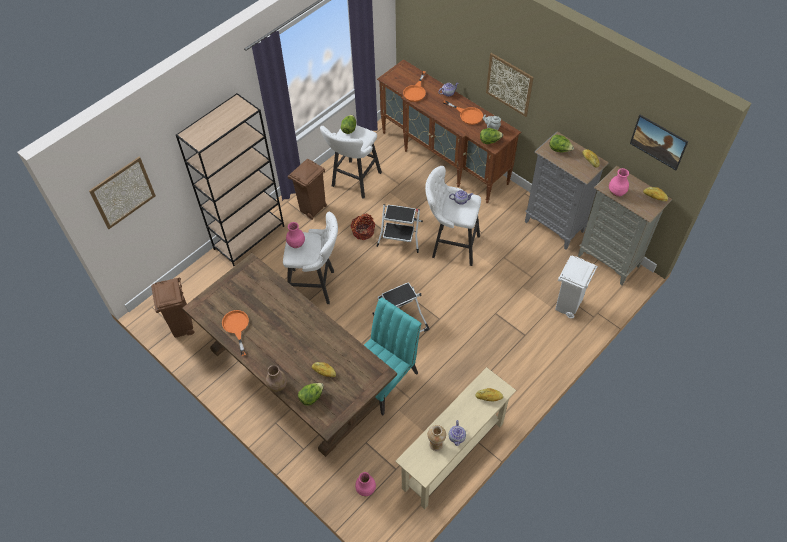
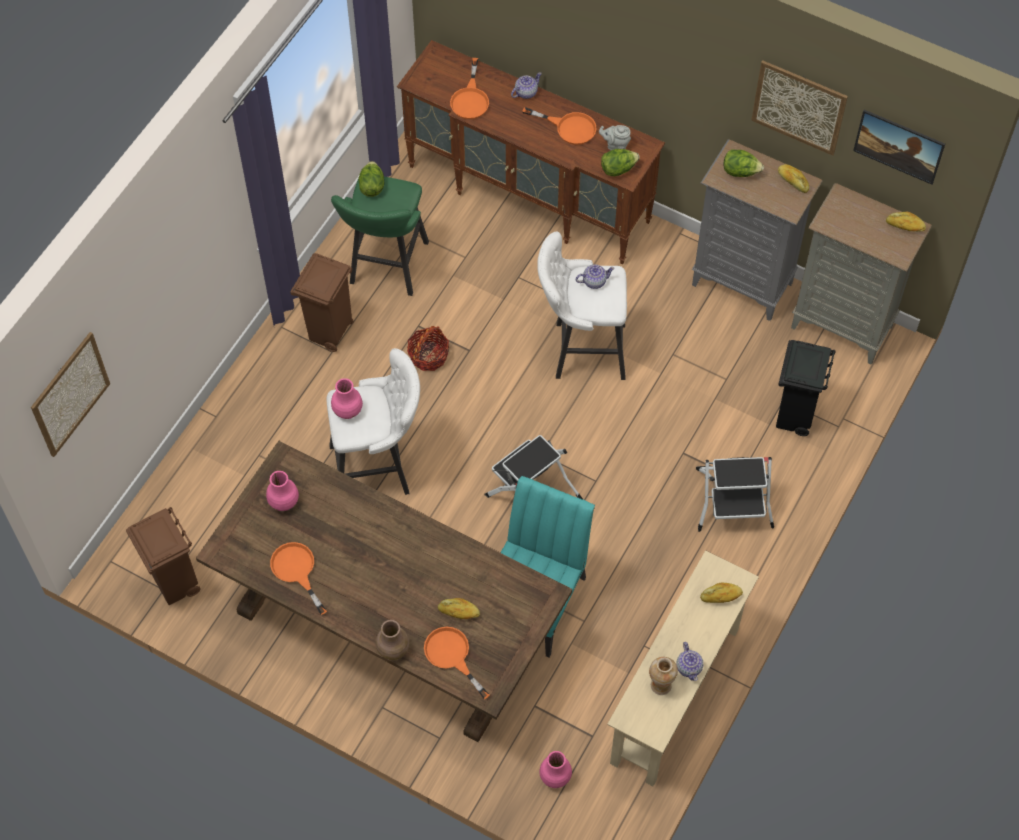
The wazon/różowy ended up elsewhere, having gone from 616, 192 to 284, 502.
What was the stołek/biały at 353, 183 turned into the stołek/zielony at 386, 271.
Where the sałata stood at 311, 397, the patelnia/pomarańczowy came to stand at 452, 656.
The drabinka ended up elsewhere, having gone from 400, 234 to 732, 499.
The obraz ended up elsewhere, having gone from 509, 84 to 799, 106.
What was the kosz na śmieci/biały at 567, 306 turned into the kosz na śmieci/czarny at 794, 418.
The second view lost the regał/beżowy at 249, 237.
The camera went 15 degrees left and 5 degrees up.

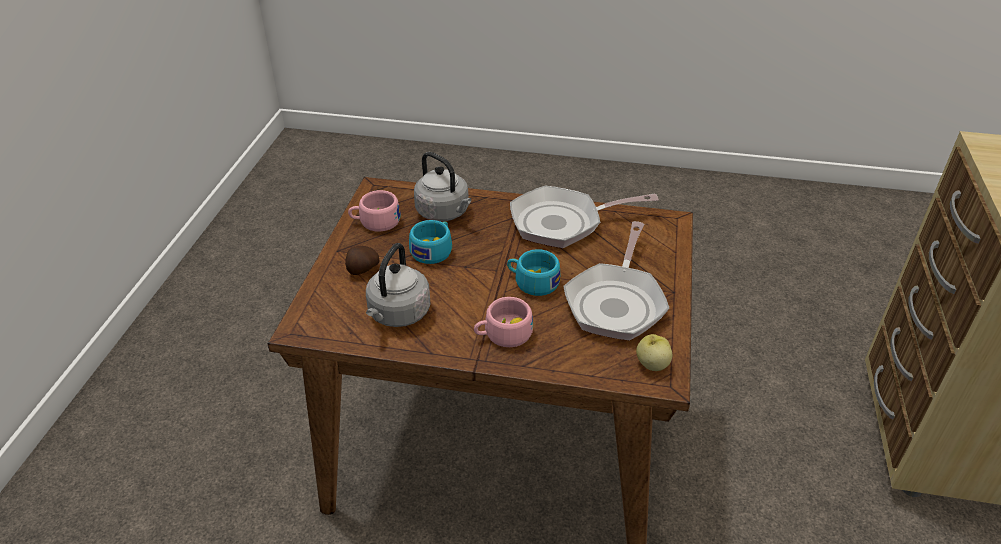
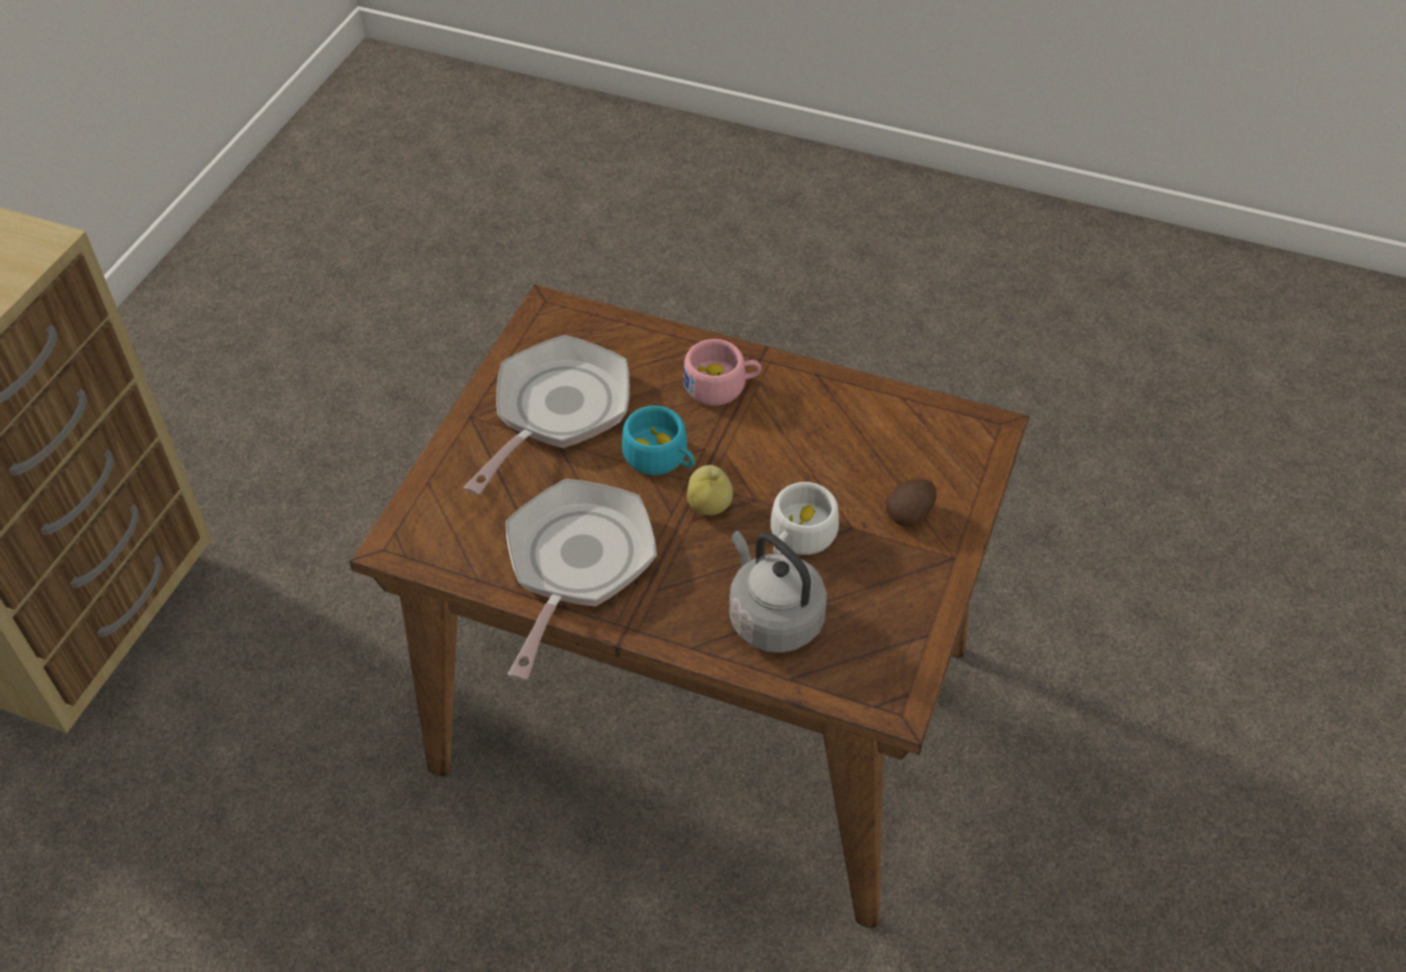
The patelnia at 563, 223 ended up facing another way, 75 degrees counterclockwise from before.
The jabłko ended up elsewhere, having gone from 652, 364 to 710, 505.
What was the filiżanka/turkusowy at 434, 250 turned into the filiżanka/biały at 798, 537.
The second view lost the filiżanka/różowy at 375, 222.
The second view lost the czajnik/szary at 398, 315.
The camera went 170 degrees left and 10 degrees up.

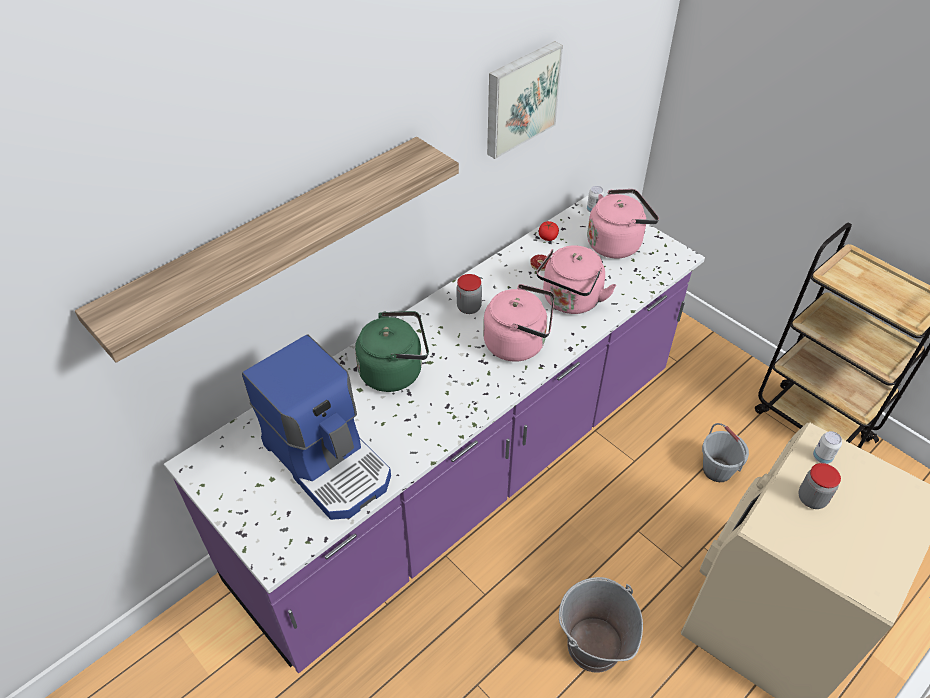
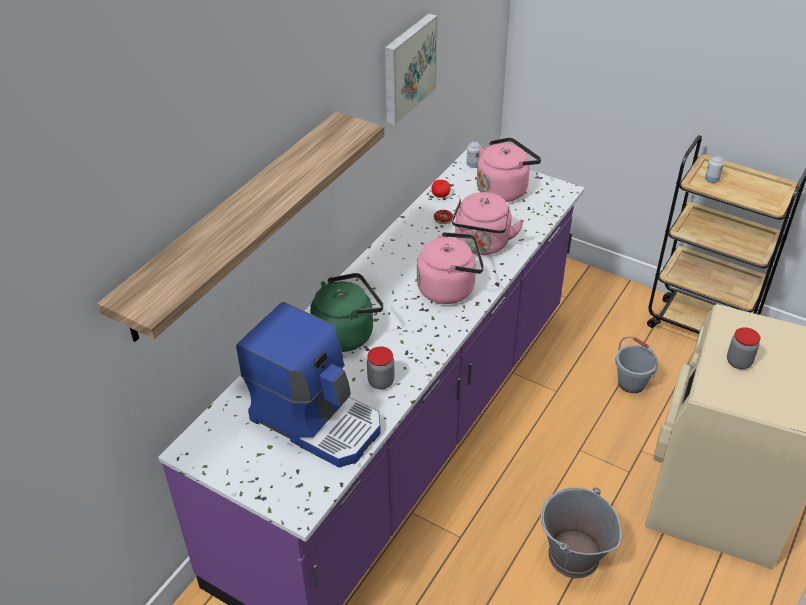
The słoik ended up elsewhere, having gone from 469, 307 to 381, 382.
The puszka ended up elsewhere, having gone from 822, 457 to 711, 180.
The camera went 15 degrees left and 5 degrees down.

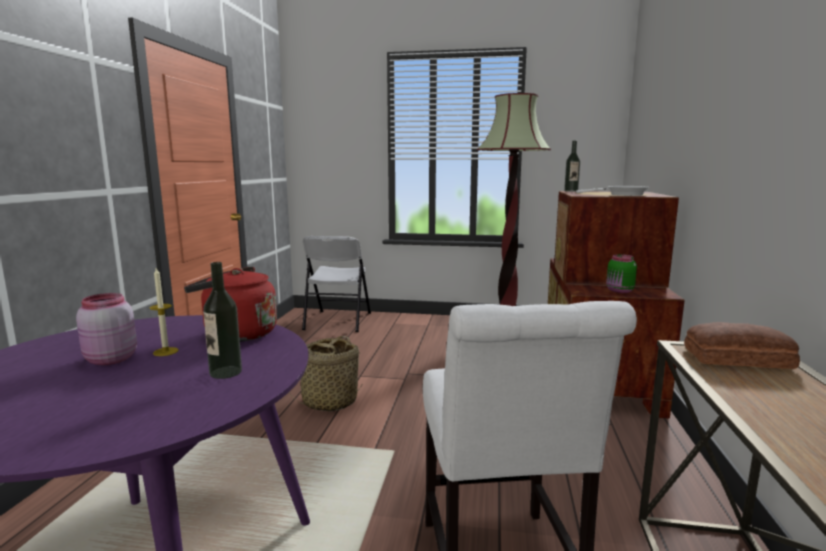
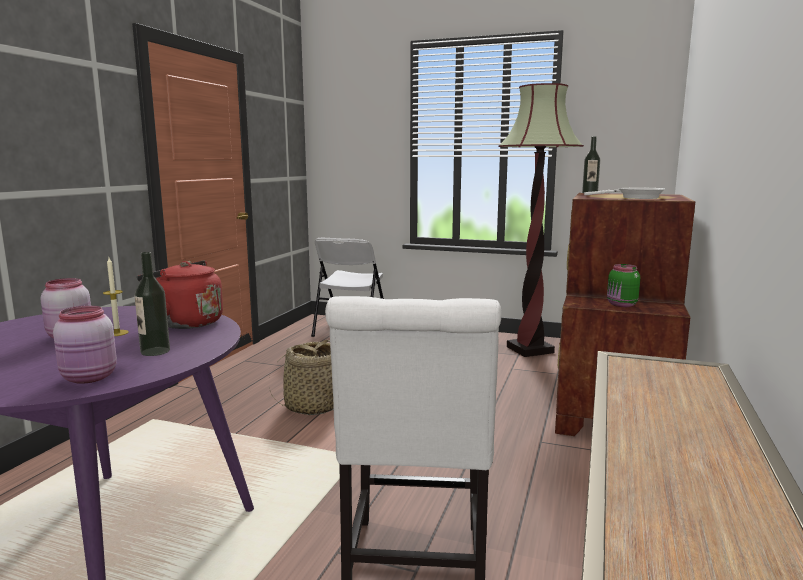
The second view gained the słoik/różowy at 90, 378.
The second view lost the chleb at 739, 358.
The camera went 10 degrees right and 0 degrees up.

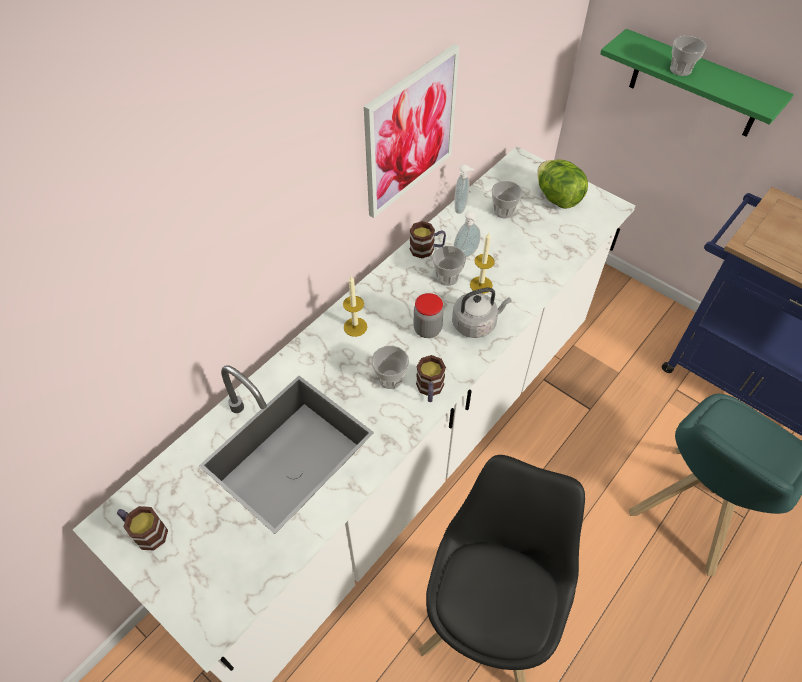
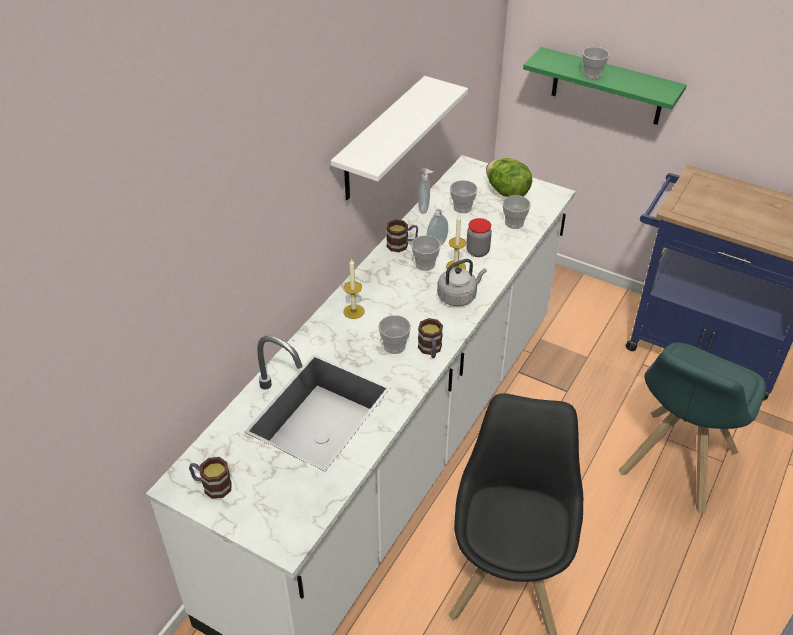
Where the obraz hung at 410, 132, the półka/biały came to hang at 380, 140.
The słoik ended up elsewhere, having gone from 427, 329 to 477, 251.
The second view gained the filiżanka at 514, 223.
The camera went 10 degrees left and 10 degrees down.

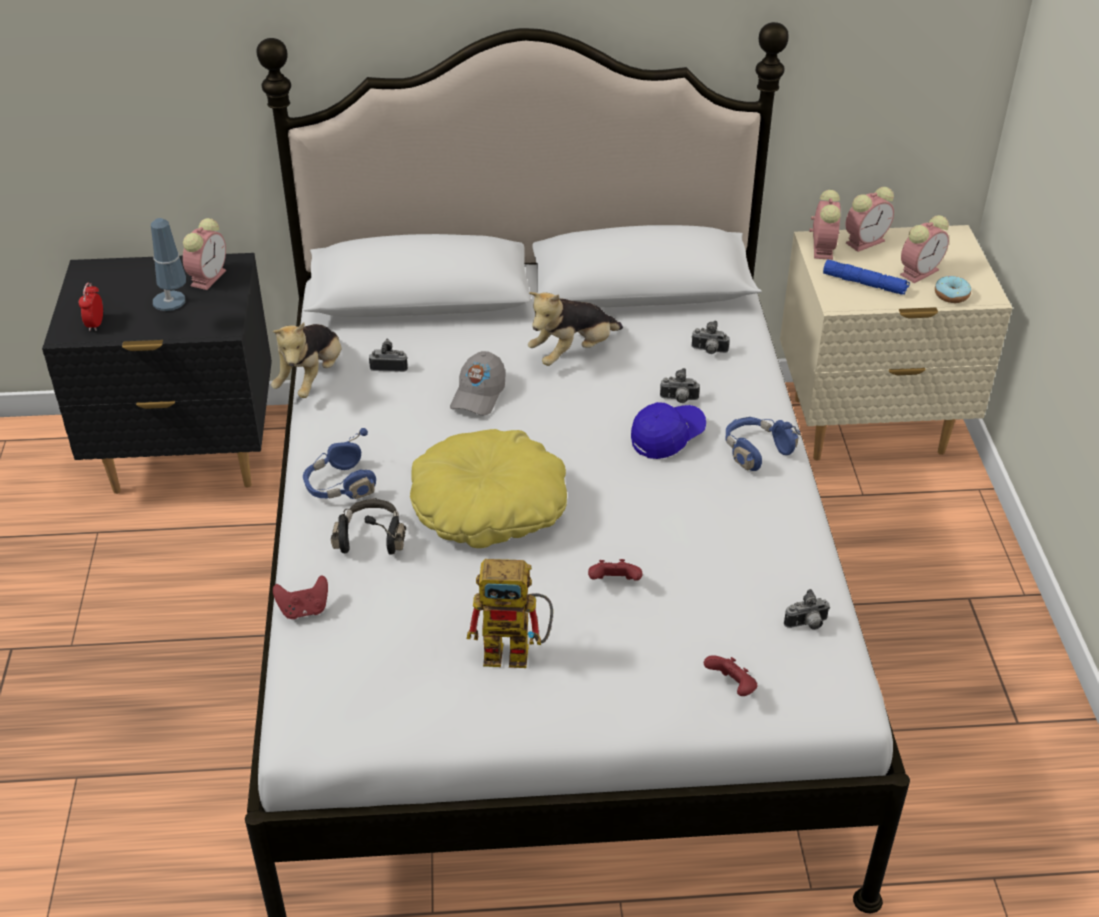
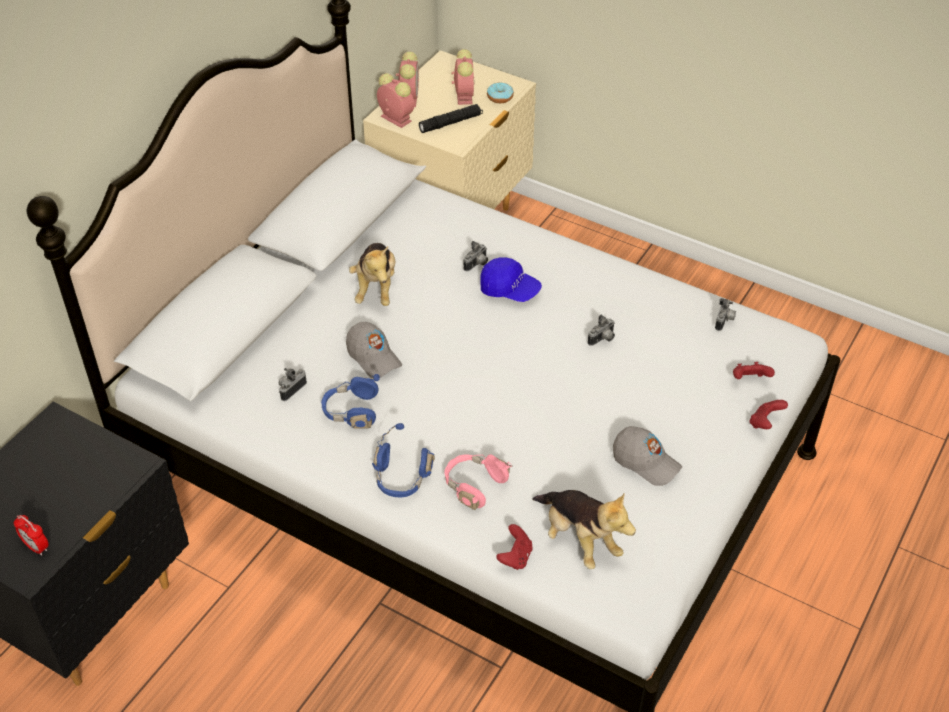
The słuchawki/niebieski ended up elsewhere, having gone from 755, 451 to 352, 411.
What was the latarka/niebieski at 864, 284 turned into the latarka/czarny at 450, 123.
What was the słuchawki/czarny at 371, 537 turned into the słuchawki/różowy at 474, 486.
The czapka z daszkiem/niebieski at 667, 438 ended up facing another way, 120 degrees clockwise from before.
The pluszak ended up elsewhere, having gone from 311, 378 to 579, 539.
The aparat fotograficzny ended up elsewhere, having gone from 709, 351 to 602, 339.
Where the robot zabawkowy stood at 517, 651, the czapka z daszkiem/szary came to stand at 645, 462.
The pad do gier/czerwony ended up elsewhere, having gone from 614, 583 to 764, 423.
The second view lost the lampa stołowa at 174, 314.
The second view lost the budzik at 208, 277.
The second view lost the poduszka/żółty at 488, 504.
The camera went 55 degrees left and 5 degrees up.

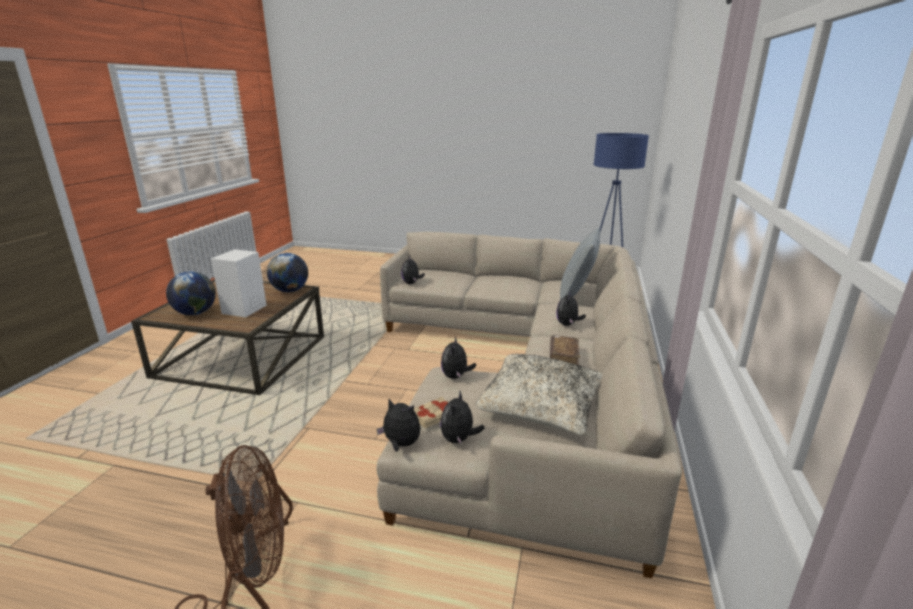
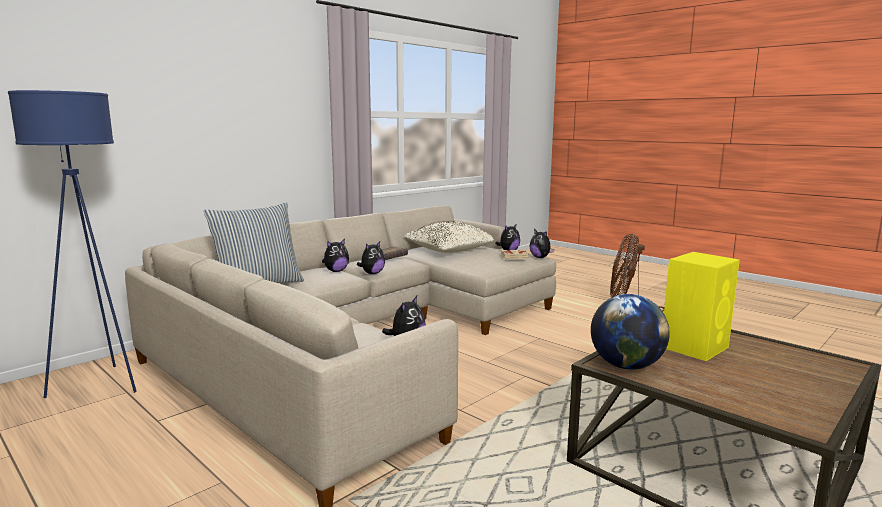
The pluszak ended up elsewhere, having gone from 456, 376 to 372, 273.
What was the głośnik/biały at 243, 309 turned into the głośnik/żółty at 695, 347.
The second view lost the globus at 195, 313.
The camera went 150 degrees left and 10 degrees down.

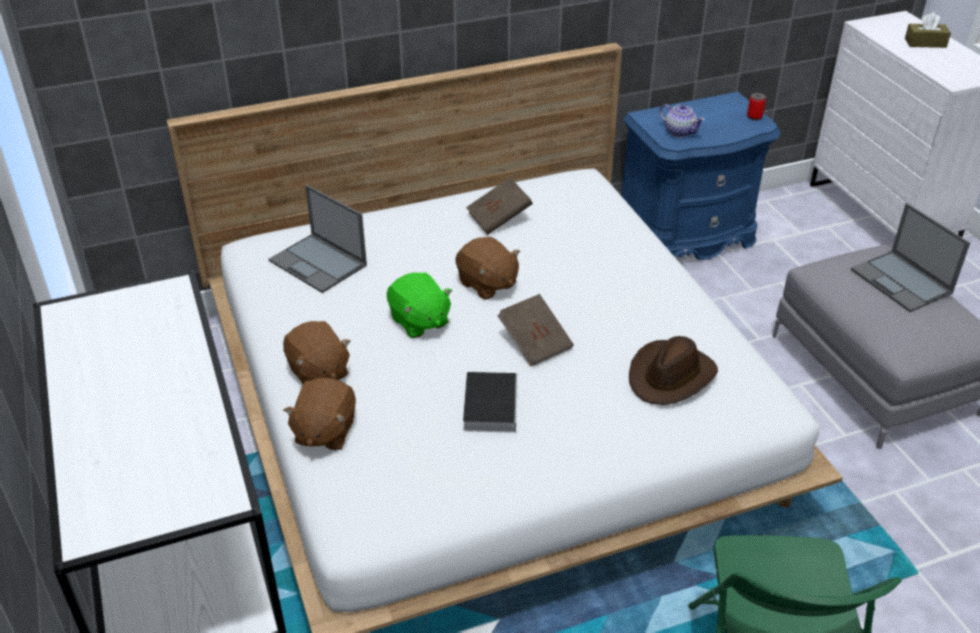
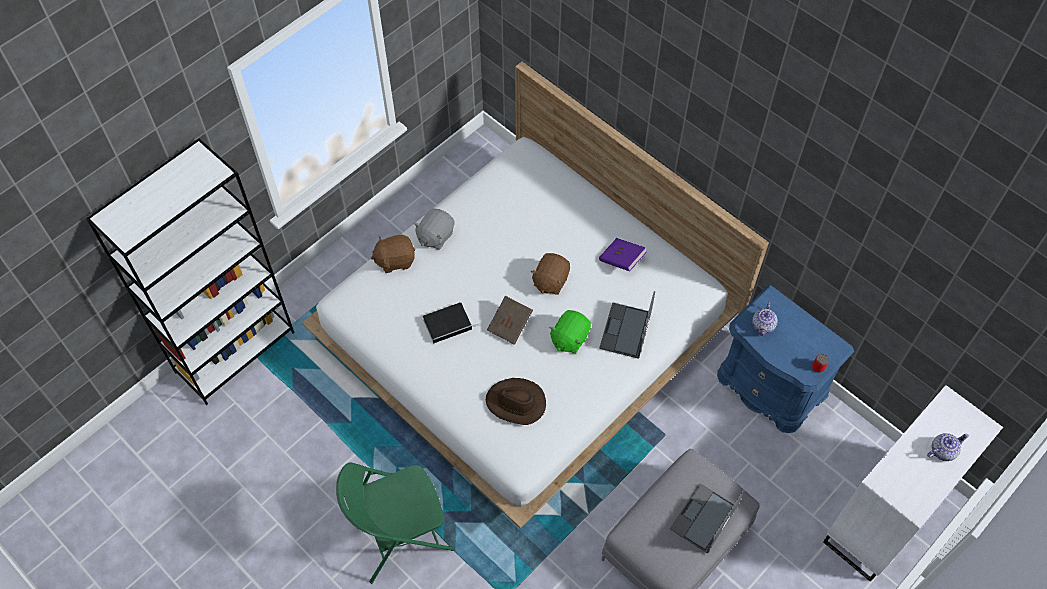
What was the pluszak/brązowy at 318, 372 turned into the pluszak/szary at 435, 236.
The pluszak/zielony ended up elsewhere, having gone from 419, 321 to 569, 338.
What was the książka/brązowy at 499, 218 turned into the książka/fioletowy at 621, 260.
The laptop ended up elsewhere, having gone from 319, 263 to 625, 331.
Where the pudełko chusteczek/brązowy stood at 925, 43, the imbryk came to stand at 942, 451.
The camera went 65 degrees right and 20 degrees up.

